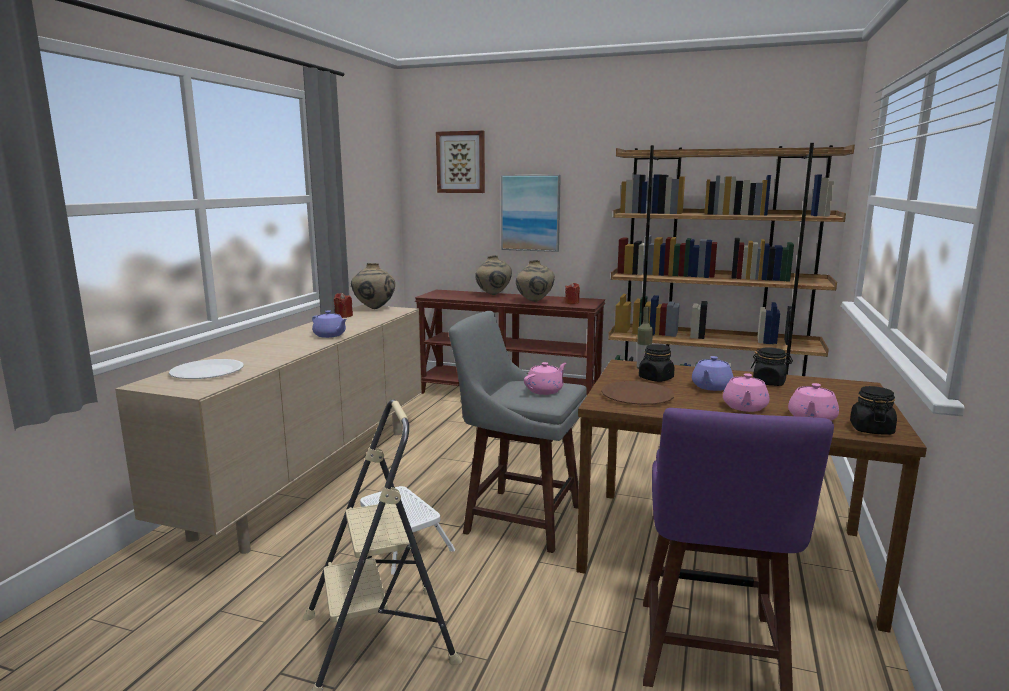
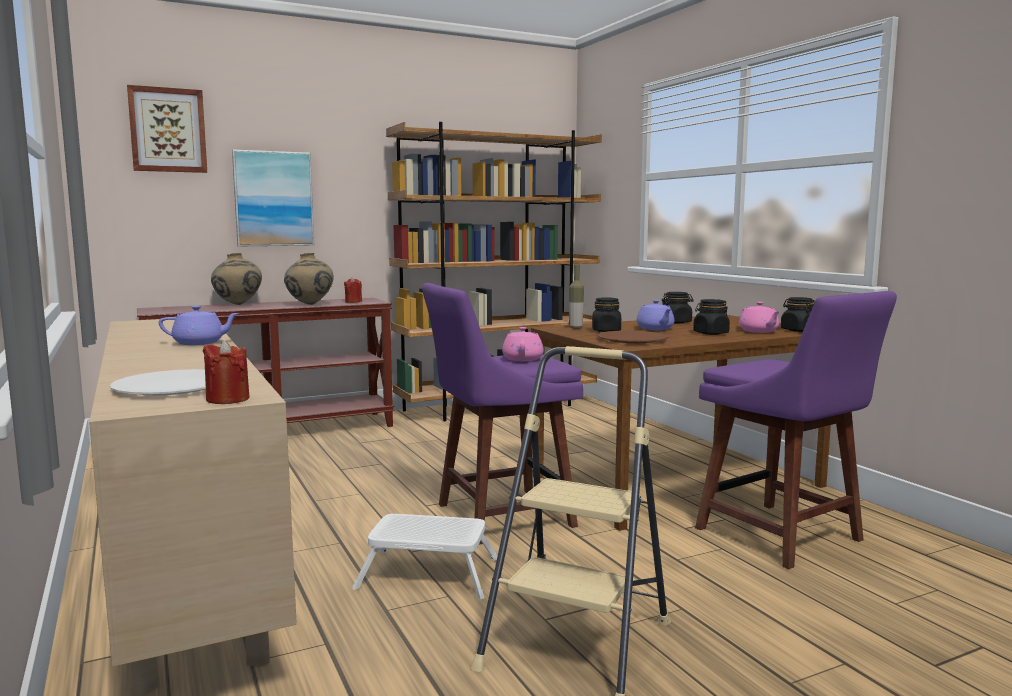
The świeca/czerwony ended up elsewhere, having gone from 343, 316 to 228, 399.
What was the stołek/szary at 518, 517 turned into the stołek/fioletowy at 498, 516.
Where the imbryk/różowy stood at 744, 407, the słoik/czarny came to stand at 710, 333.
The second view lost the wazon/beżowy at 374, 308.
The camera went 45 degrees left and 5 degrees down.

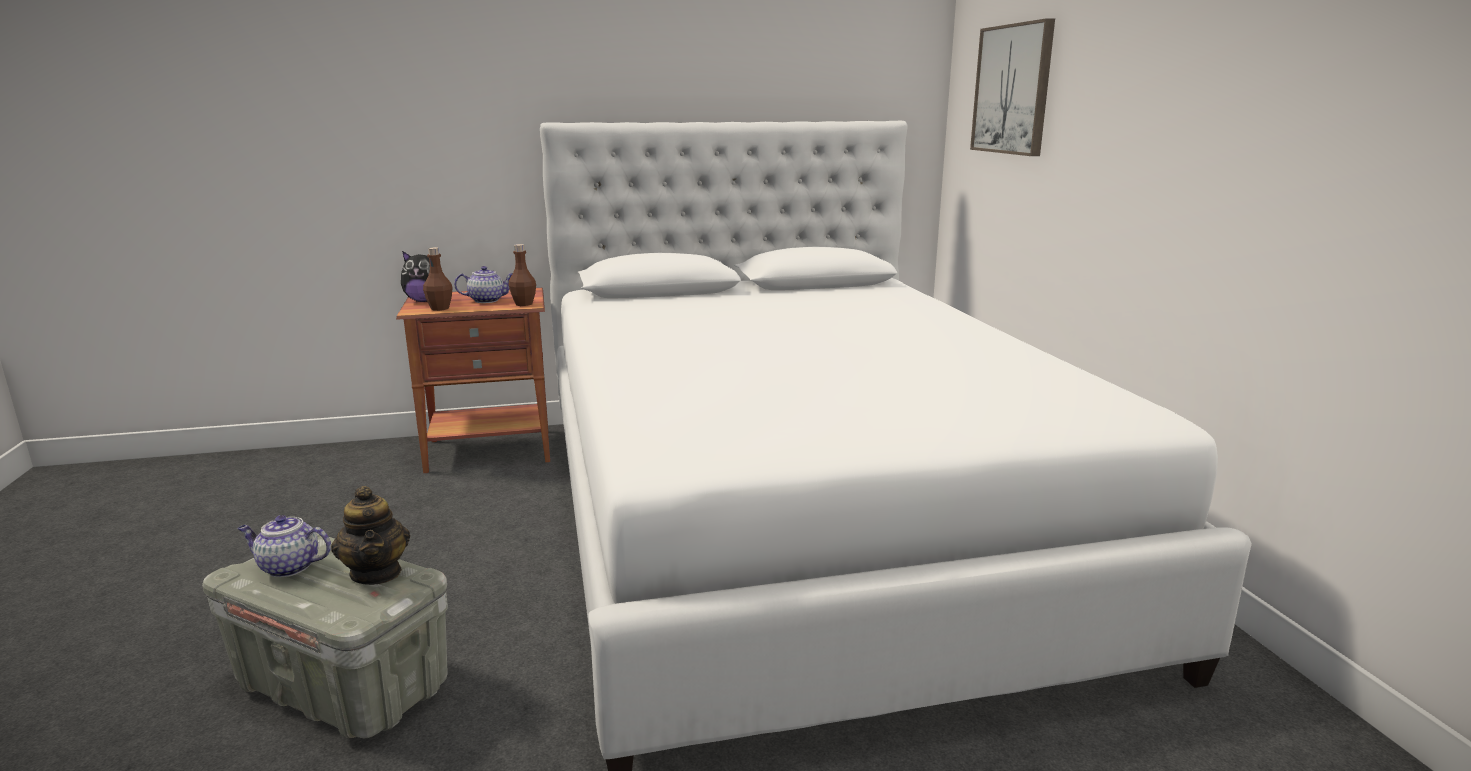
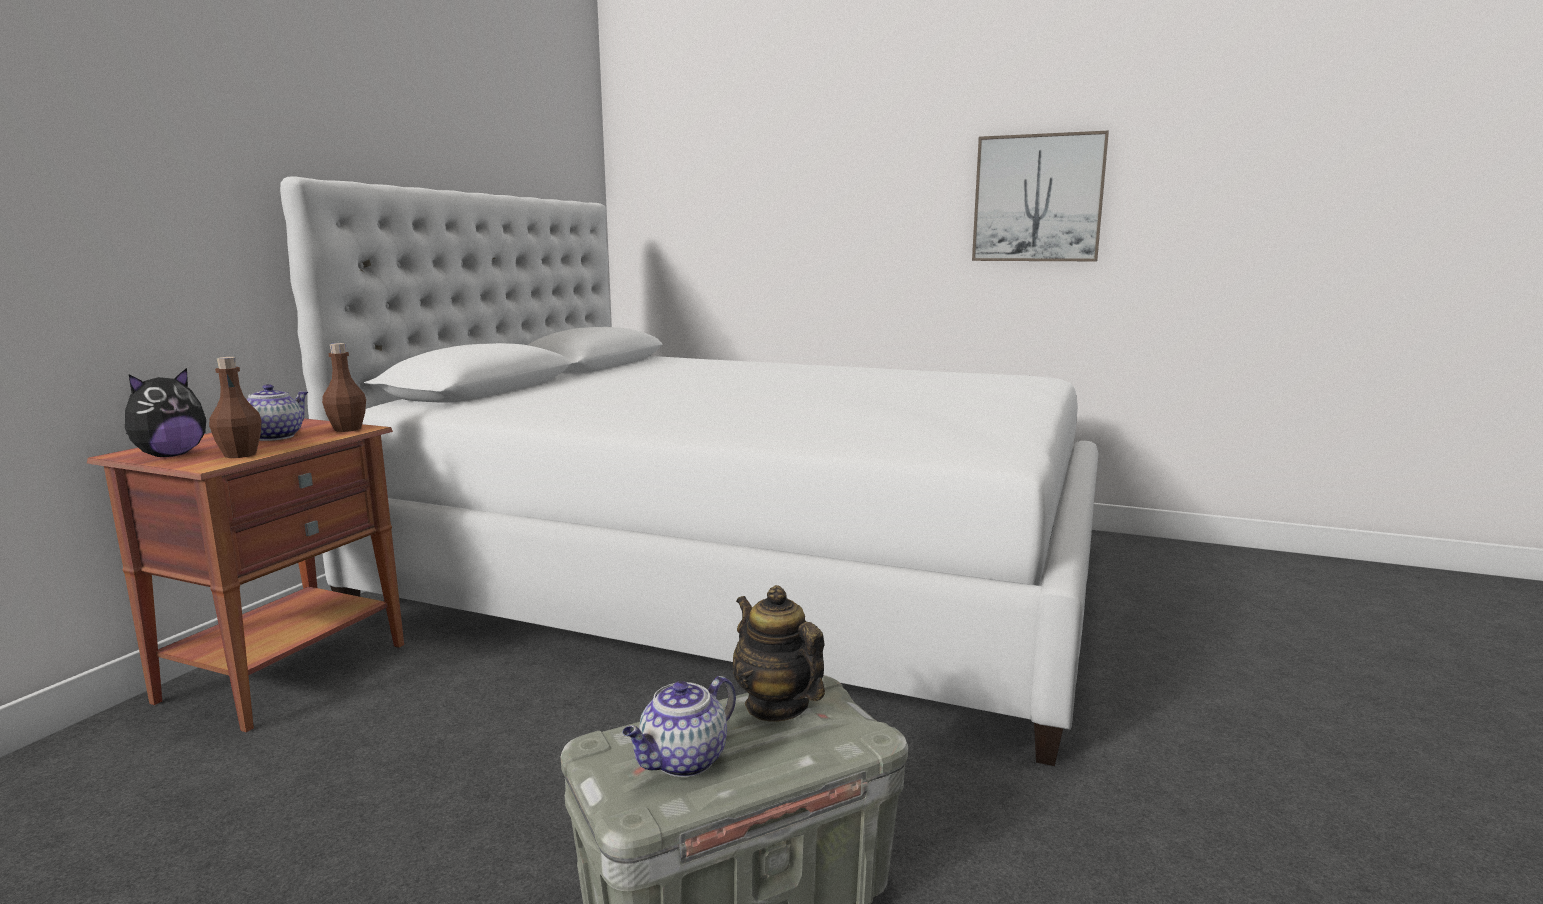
The imbryk at 377, 573 ended up facing another way, 135 degrees counterclockwise from before.
The obraz ended up elsewhere, having gone from 1013, 89 to 1038, 198.
The camera went 55 degrees left and 5 degrees down.

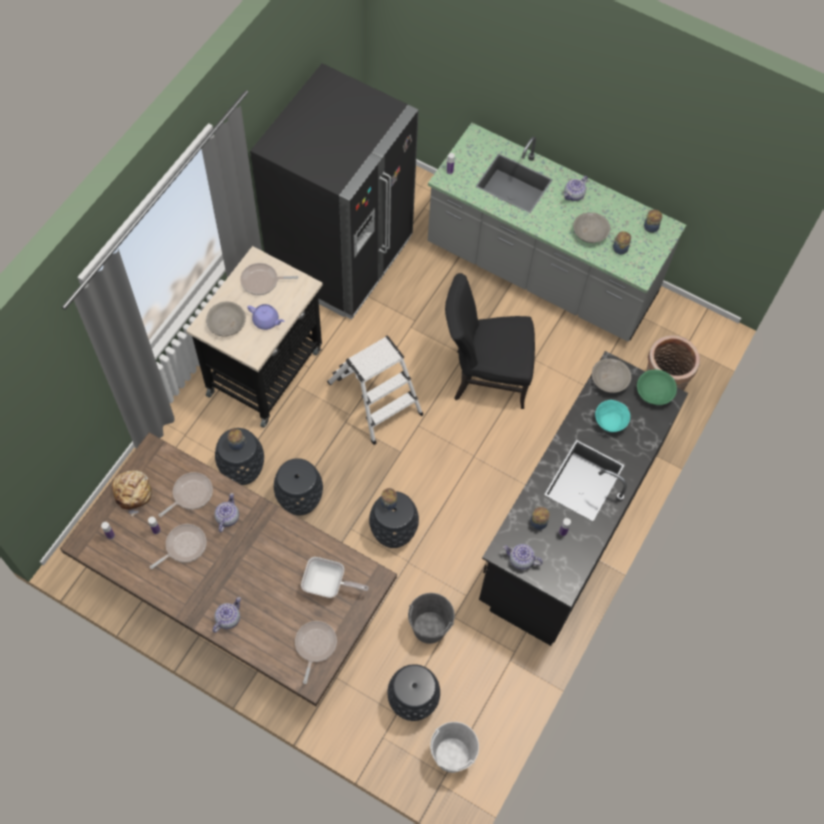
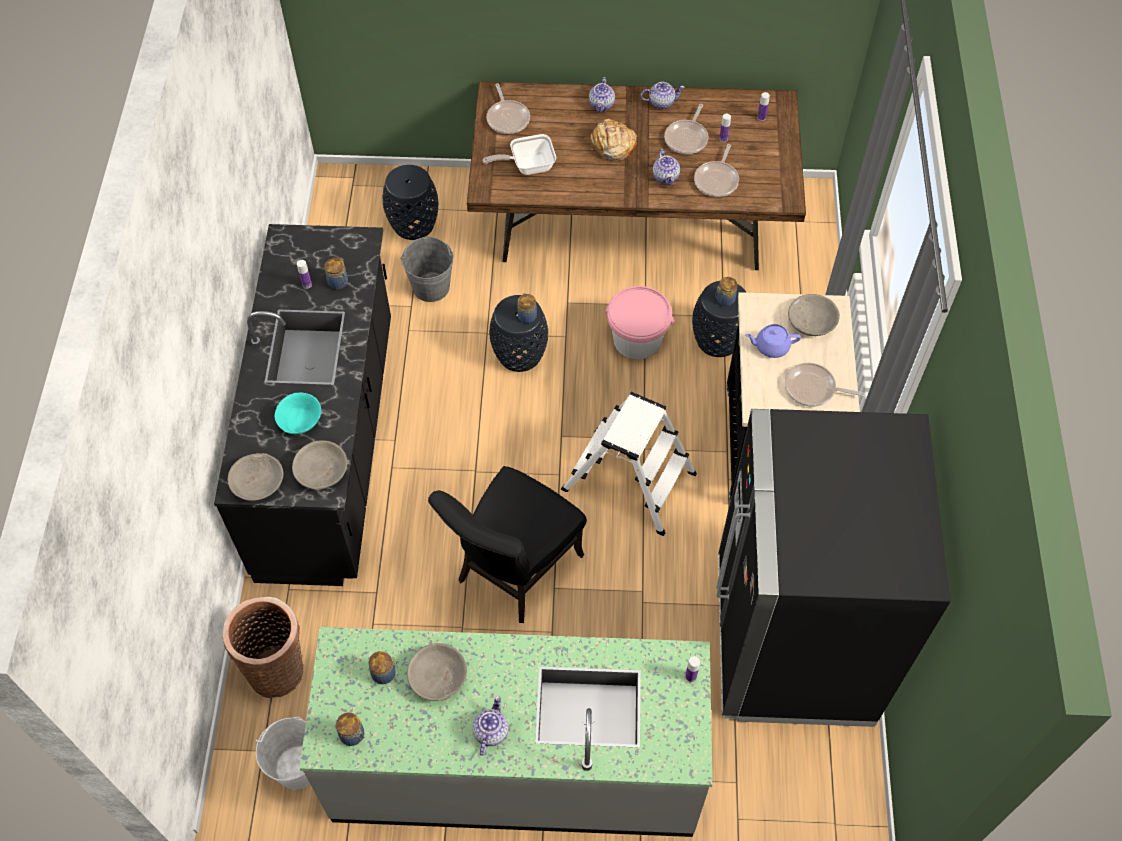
What was the miska/zielony at 654, 392 turned into the miska/szary at 258, 484.
The wiadro/biały ended up elsewhere, having gone from 452, 755 to 297, 766.
The krzesło/czarny at 484, 376 ended up facing another way, 150 degrees clockwise from before.
The chleb ended up elsewhere, having gone from 133, 493 to 612, 146.
Where the stołek/czarny stood at 300, 499, the wiadro/różowy came to stand at 637, 339.
The imbryk ended up elsewhere, having gone from 520, 560 to 661, 102.
The patelnia at 262, 281 ended up facing another way, 135 degrees counterclockwise from before.
The camera went 155 degrees right and 5 degrees down.

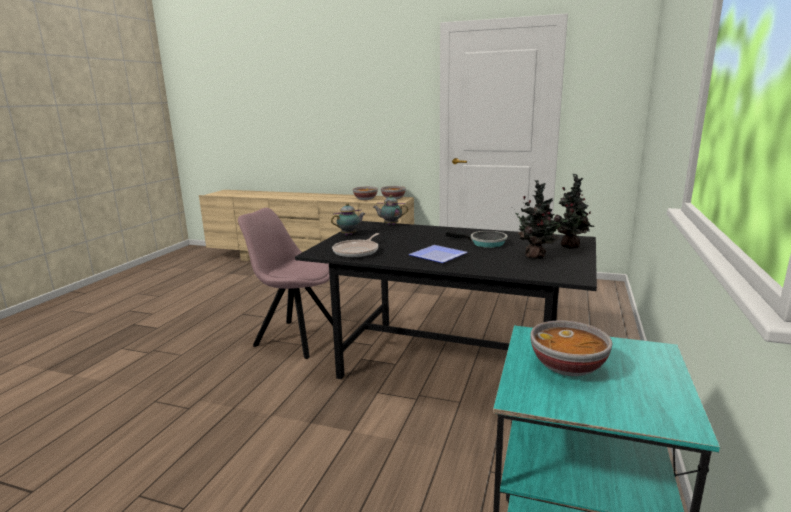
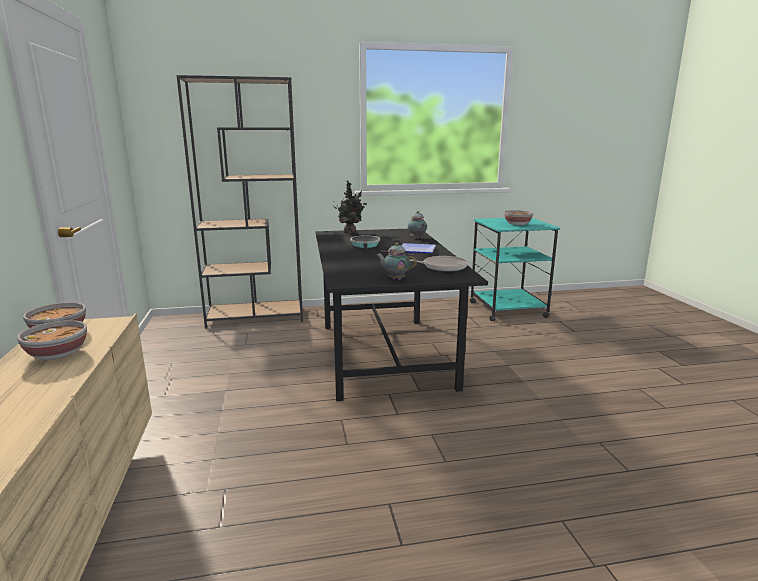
The second view gained the regał at 256, 317.
The imbryk ended up elsewhere, having gone from 390, 224 to 417, 238.
The second view lost the krzesło/różowy at 297, 338.
The second view lost the roślina doniczkowa at 536, 257.
The camera went 120 degrees left and 0 degrees up.

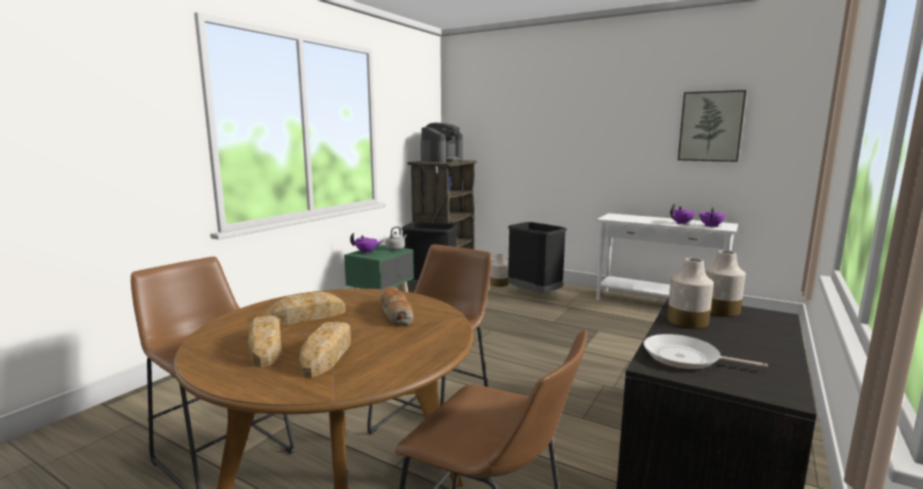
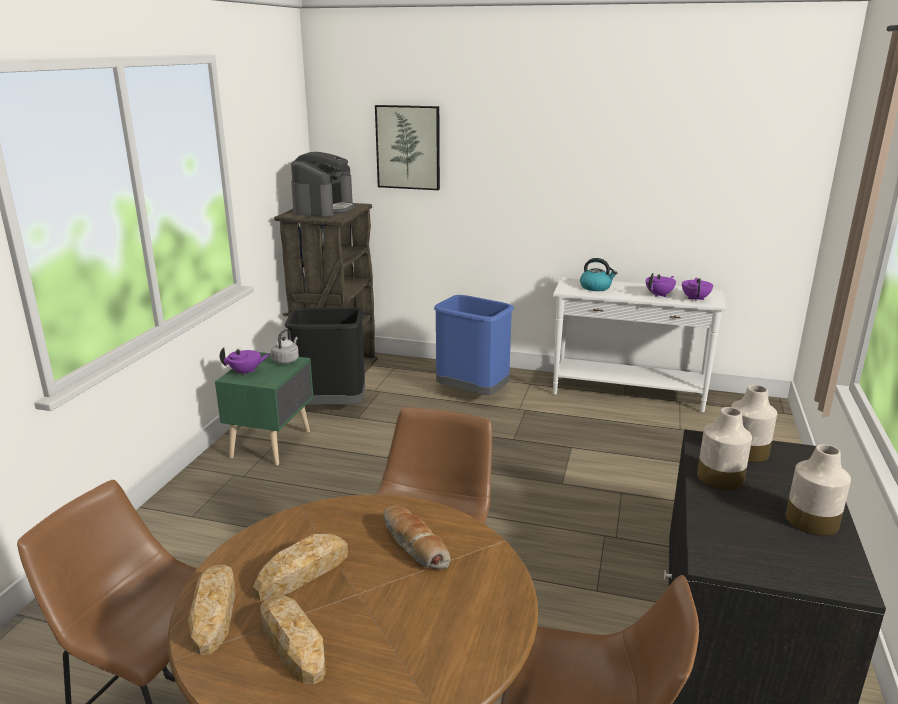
The chleb ended up elsewhere, having gone from 328, 354 to 214, 612.
The obraz ended up elsewhere, having gone from 710, 126 to 408, 147.
What was the kosz na śmieci/czarny at 535, 295 turned into the kosz na śmieci/niebieski at 473, 394.
The second view gained the czajnik at 596, 287.
The wazon/beżowy ended up elsewhere, having gone from 499, 283 to 812, 520.
The second view lost the patelnia at 685, 358.
The camera went 15 degrees left and 10 degrees up.

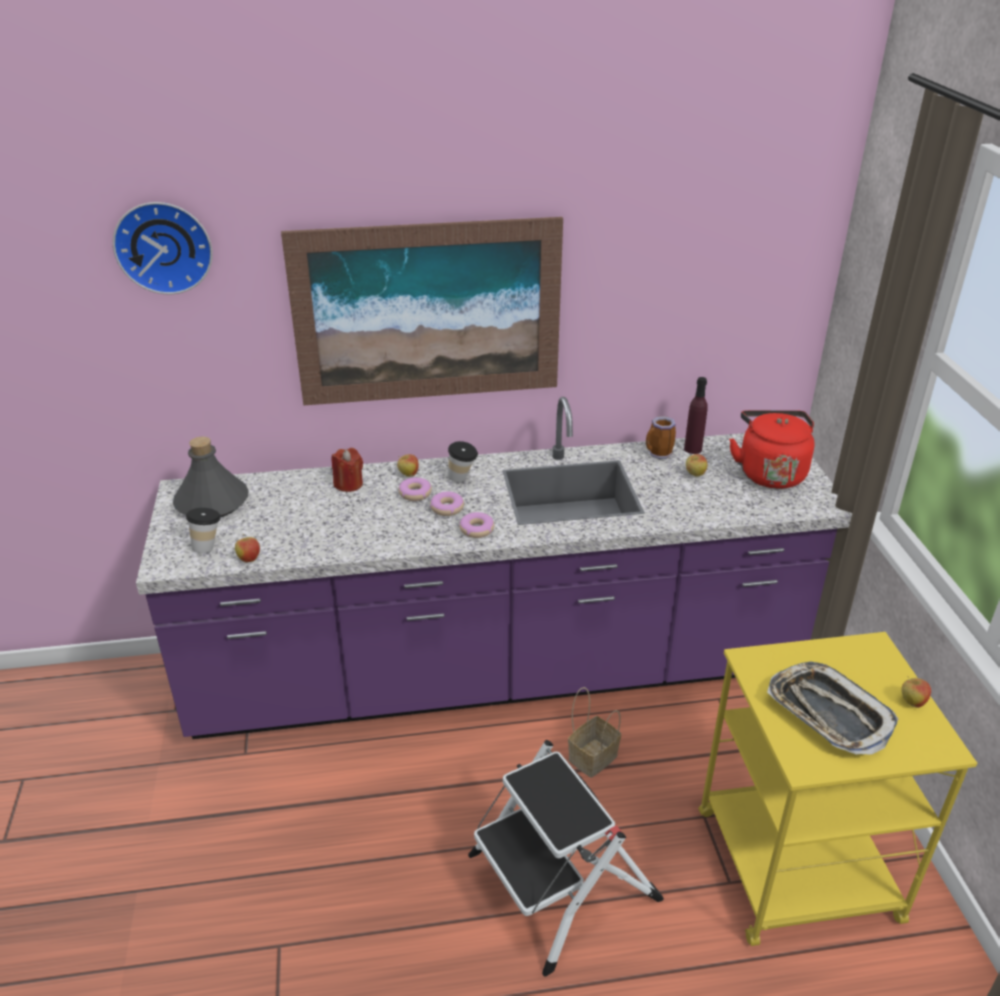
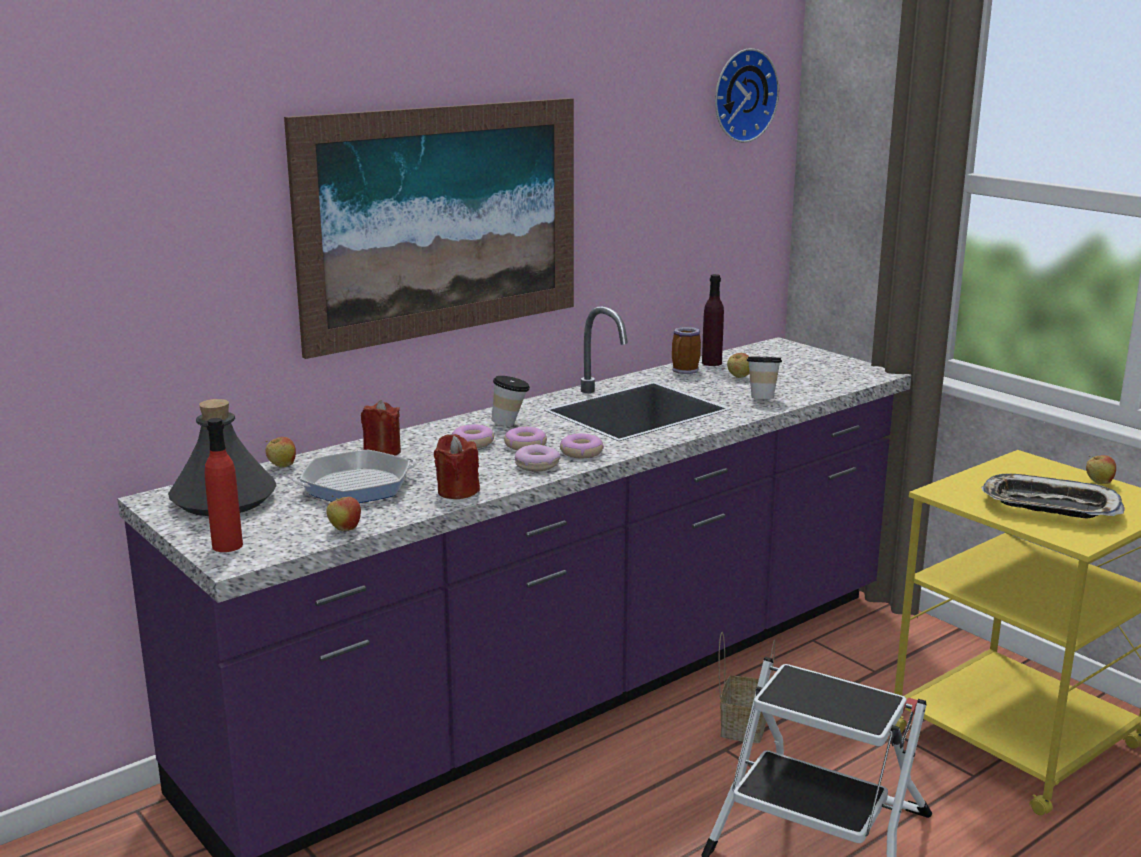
The second view gained the butelka/czerwony at 227, 545.
The jabłko ended up elsewhere, having gone from 408, 474 to 282, 466.
The second view gained the patelnia at 356, 486.
The second view gained the świeca/czerwony at 457, 491.
The second view gained the donut at 537, 465.
The zegar ścienny ended up elsewhere, having gone from 164, 246 to 741, 95.
The filiżanka ended up elsewhere, having gone from 208, 546 to 762, 398.
The second view lost the czajnik/czerwony at 769, 472.
The camera went 30 degrees left and 15 degrees down.

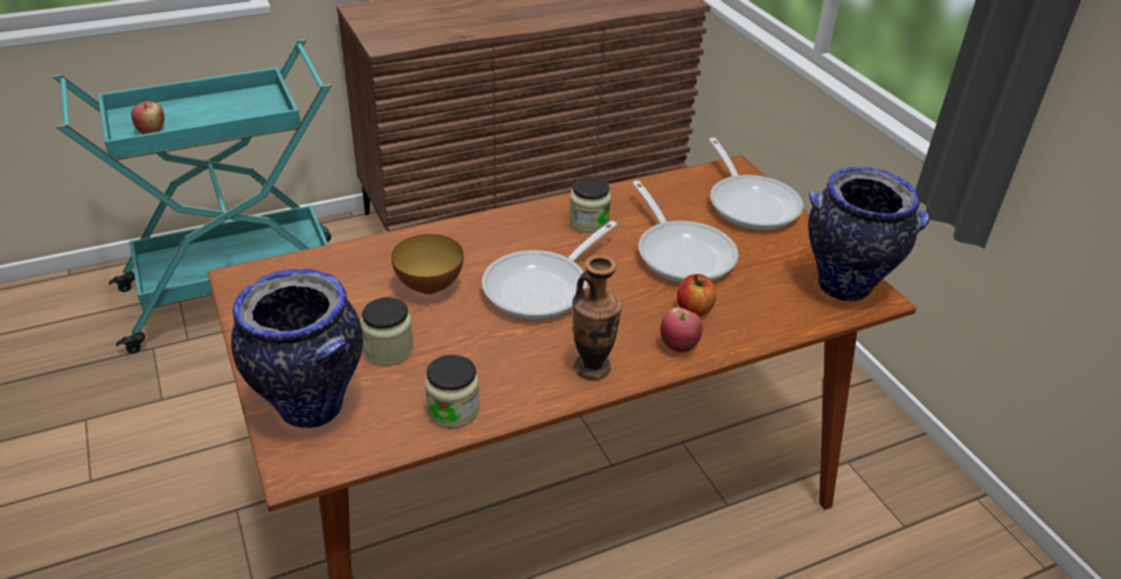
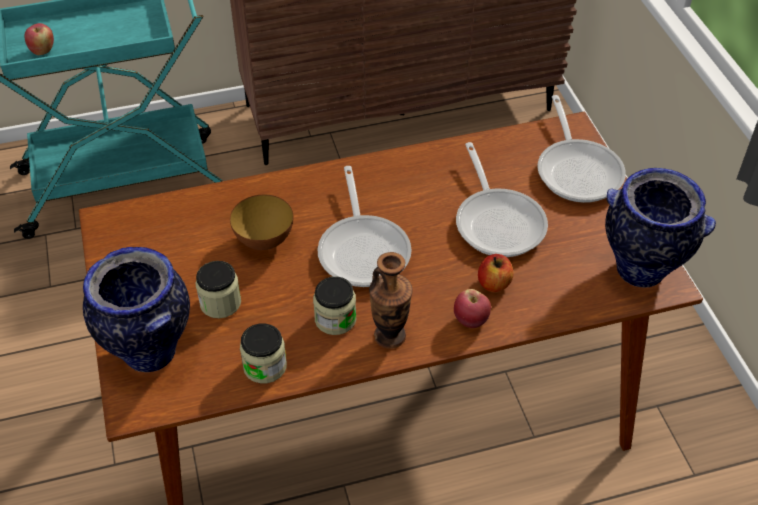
The słoik ended up elsewhere, having gone from 588, 222 to 335, 319.
The patelnia at 543, 287 ended up facing another way, 60 degrees counterclockwise from before.
The camera went 10 degrees right and 10 degrees up.

